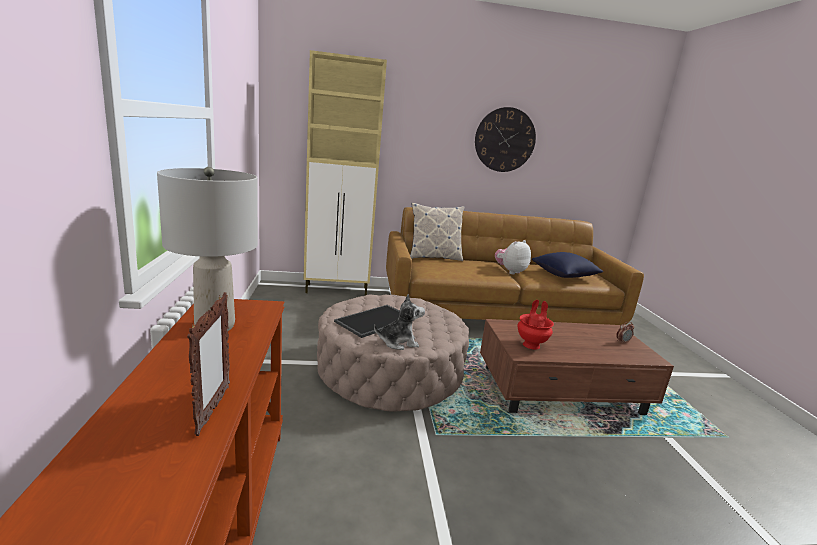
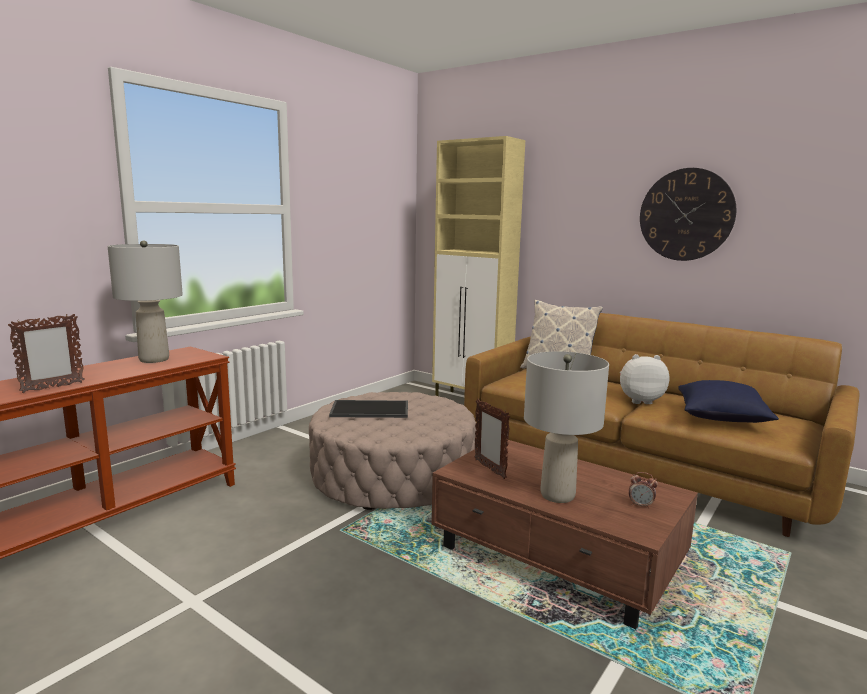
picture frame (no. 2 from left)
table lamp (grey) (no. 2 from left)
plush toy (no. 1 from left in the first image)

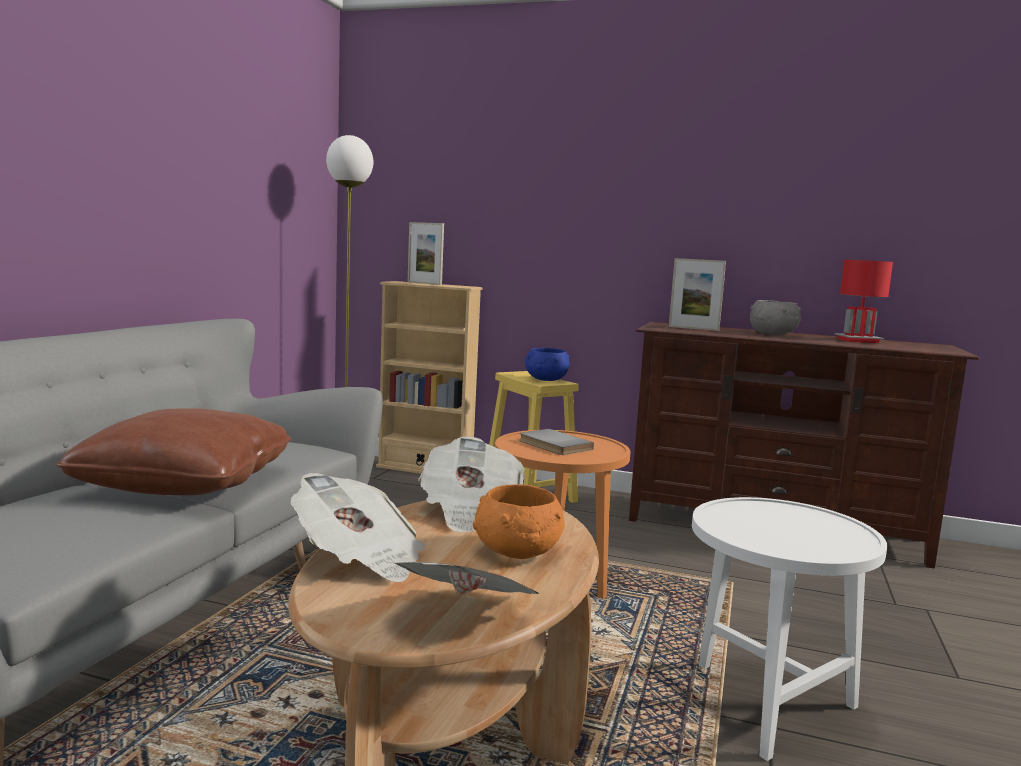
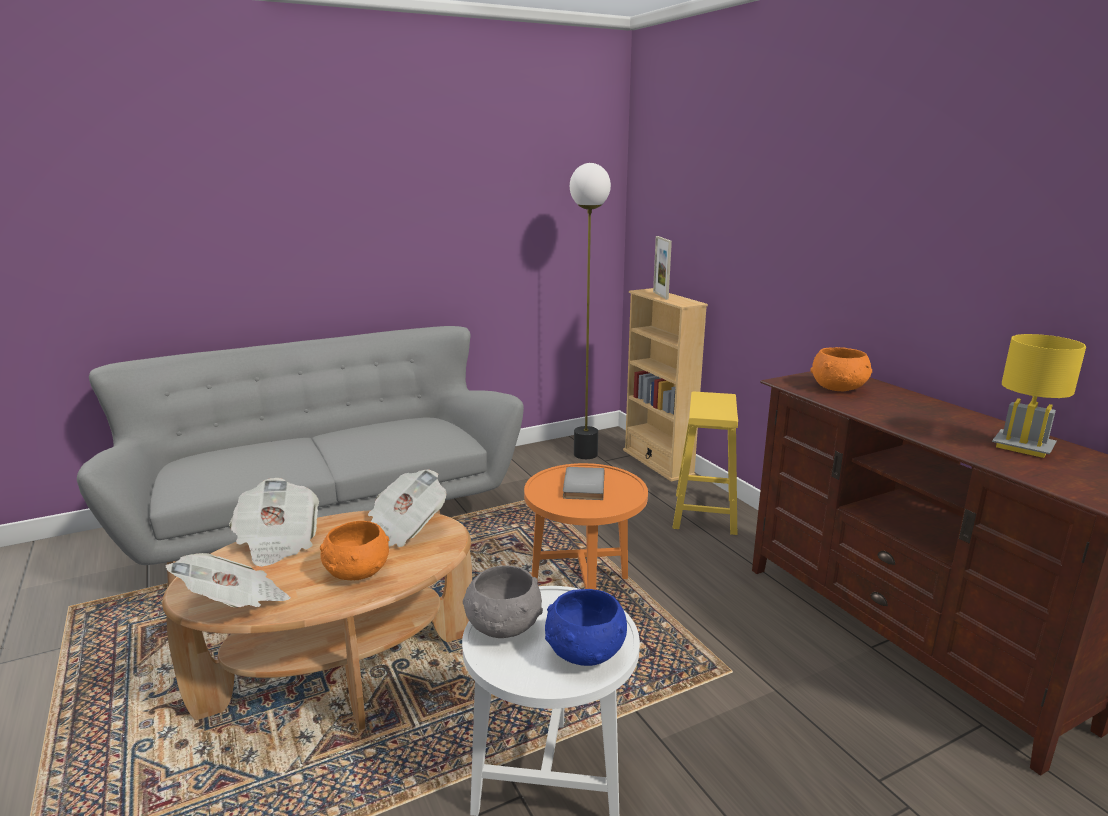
bowl (grey)
bowl (blue)
bowl (orange) (no. 2 from left)
table lamp (yellow)
pillow (brown)

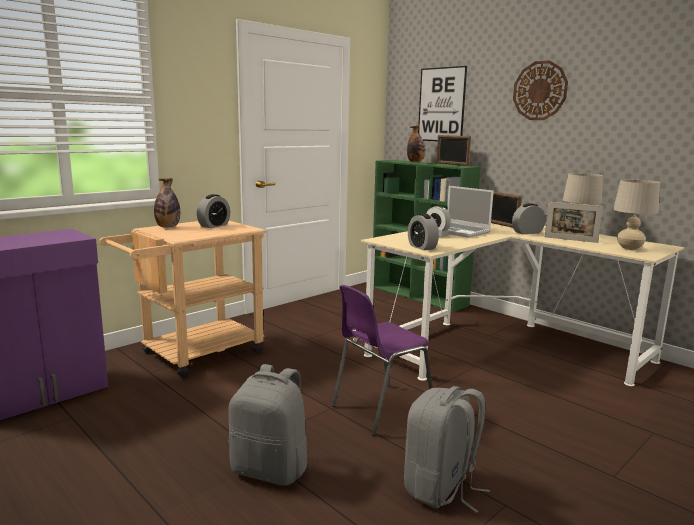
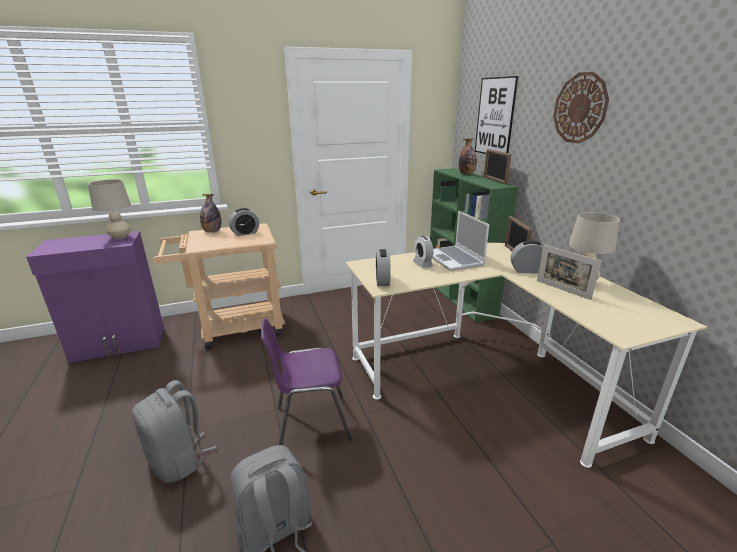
table lamp (beige) (no. 1 from left)

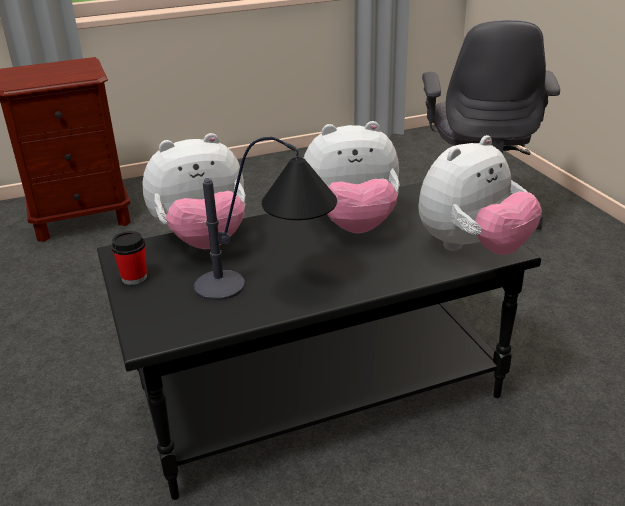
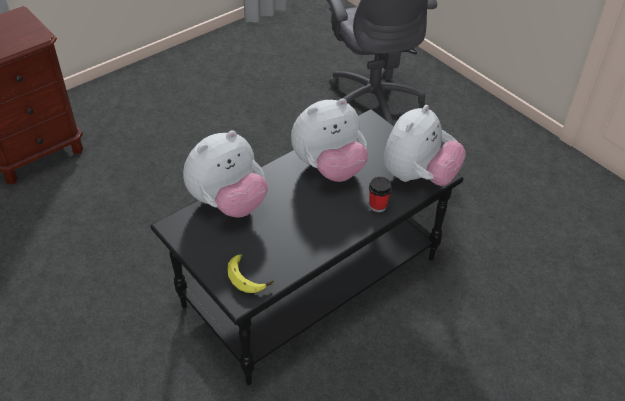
banana
cup
table lamp

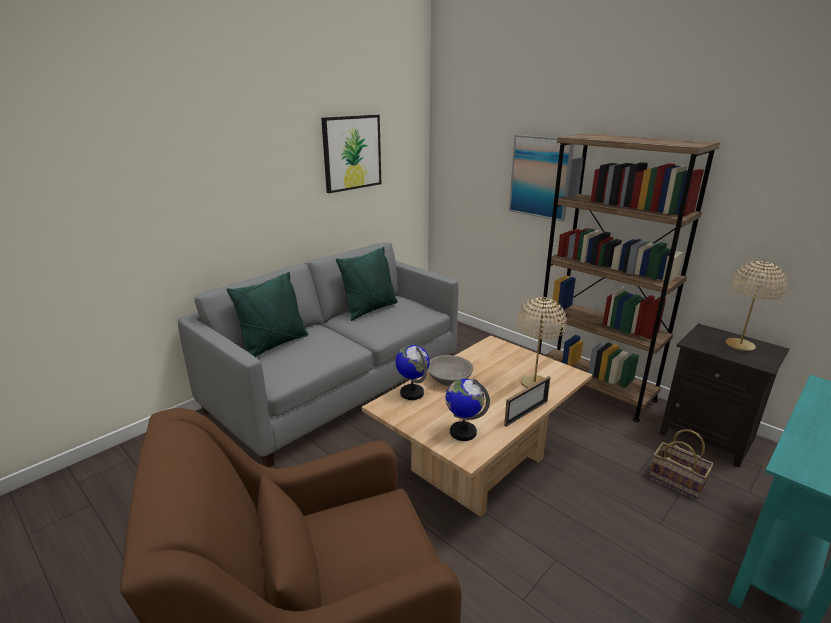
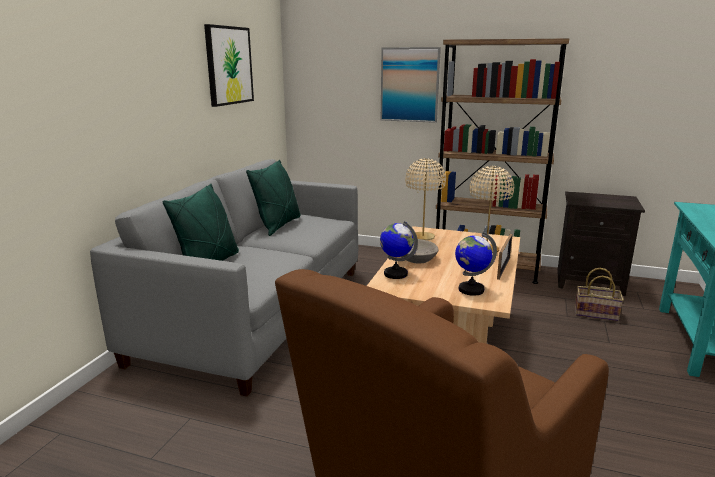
table lamp (beige) (no. 1 from left)

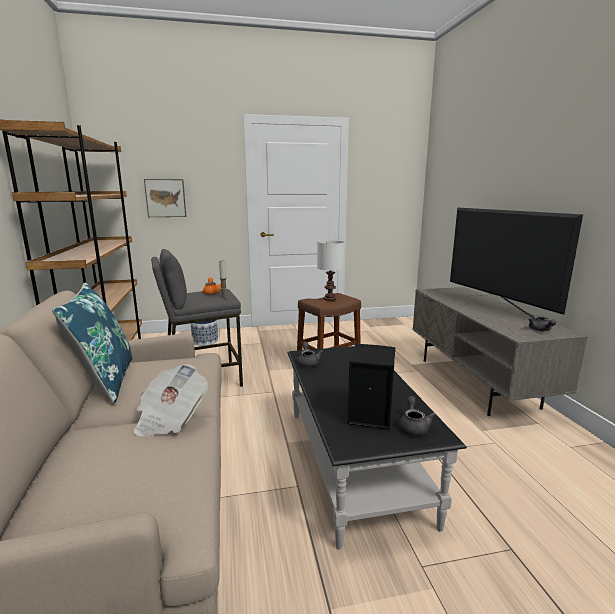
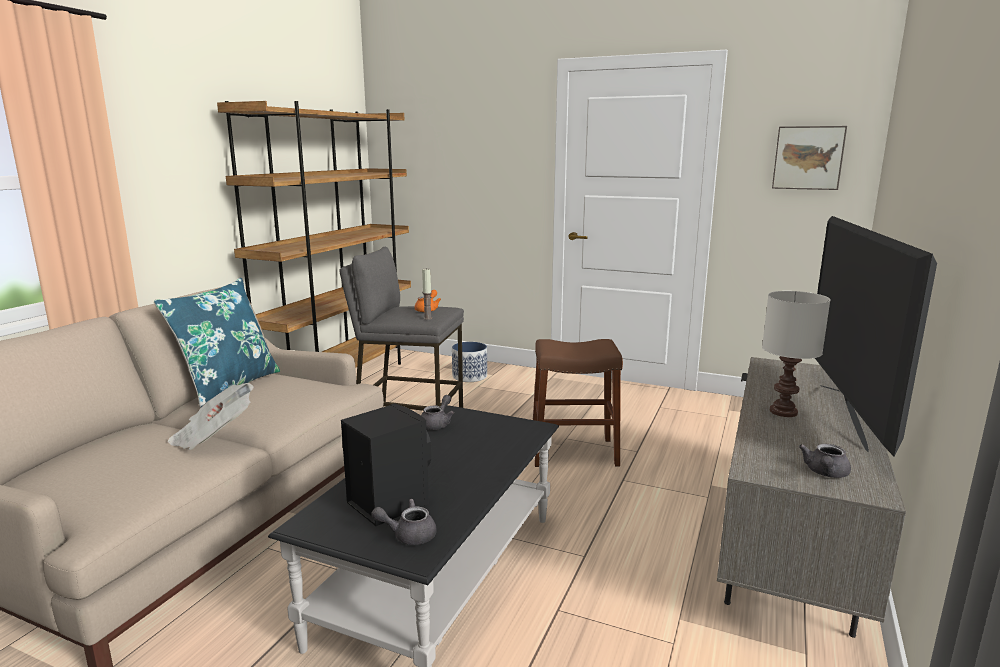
teapot (grey) (no. 1 from left)
table lamp (white)
picture

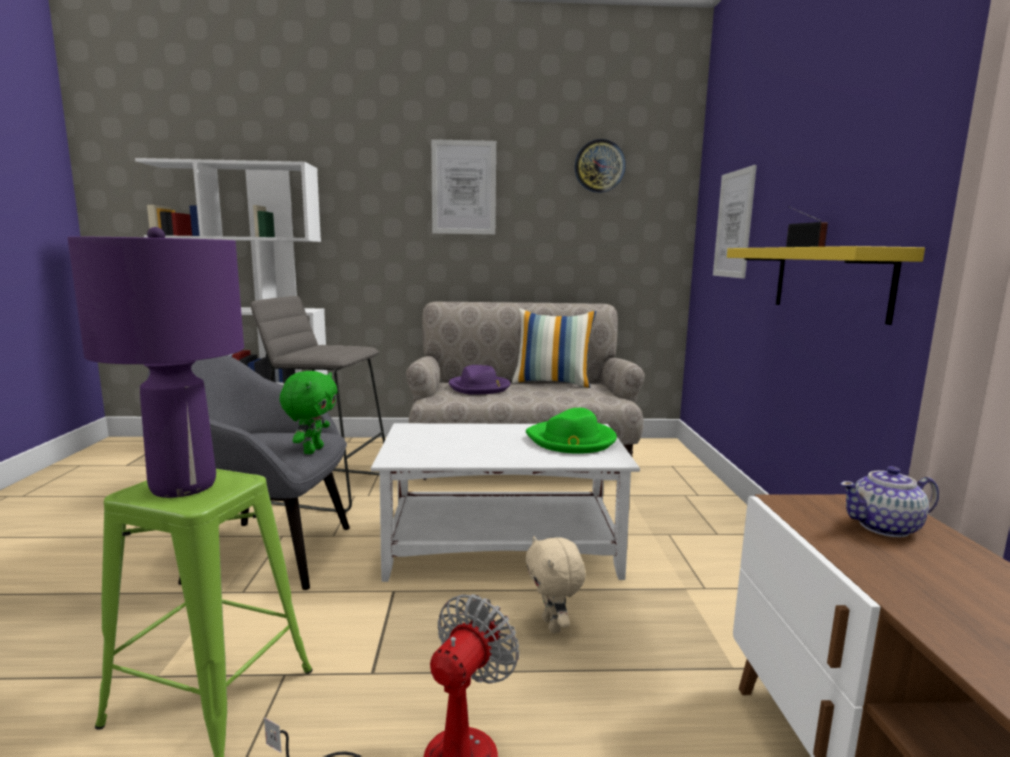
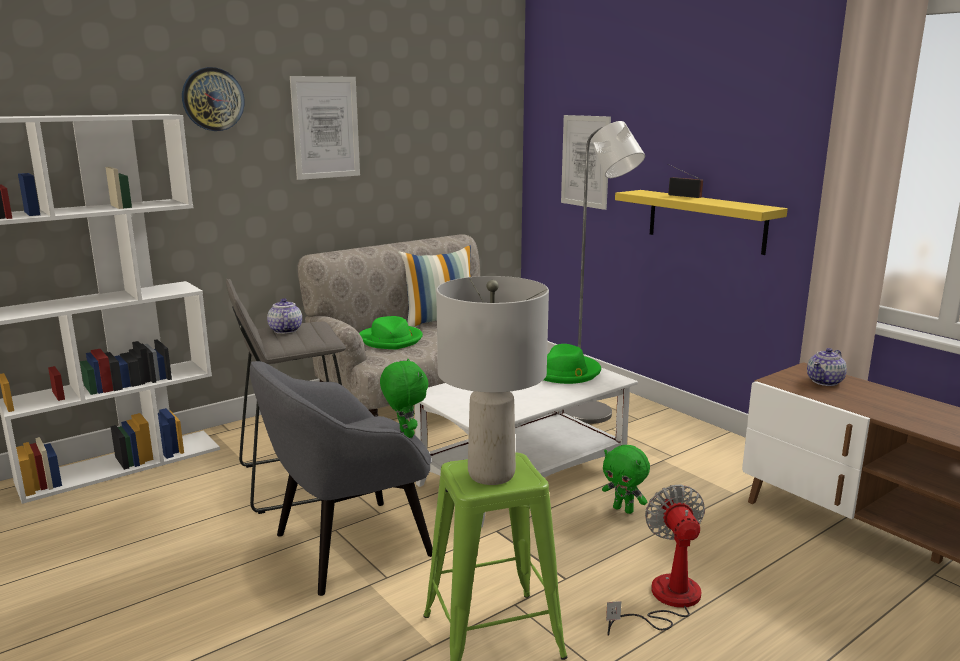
wall clock
teapot (no. 1 from left)
hat (green) (no. 1 from left)
table lamp (grey)
floor lamp (grey)
plush toy (green) (no. 2 from left)

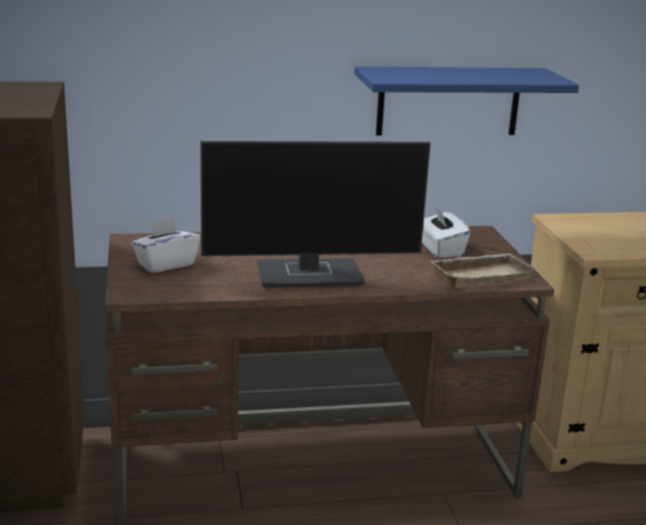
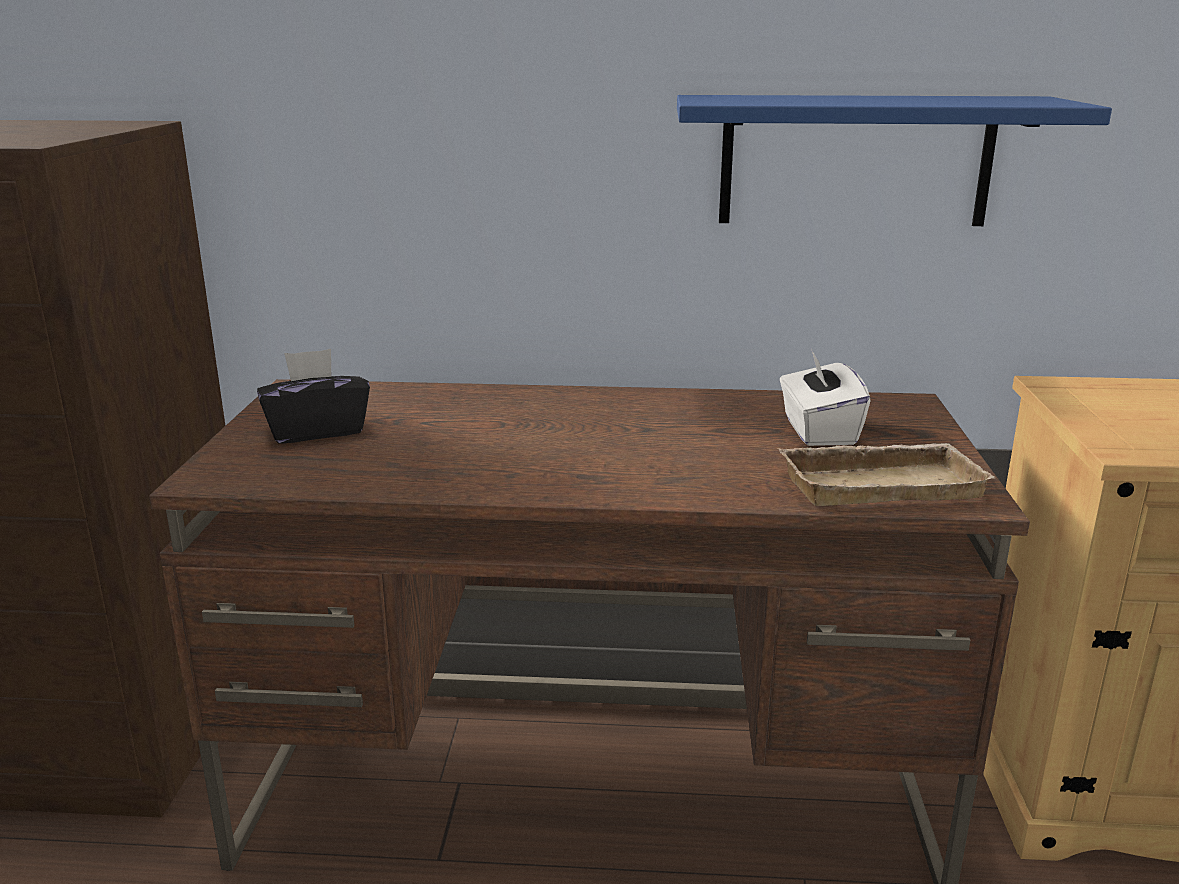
tissue box (black)
monitor

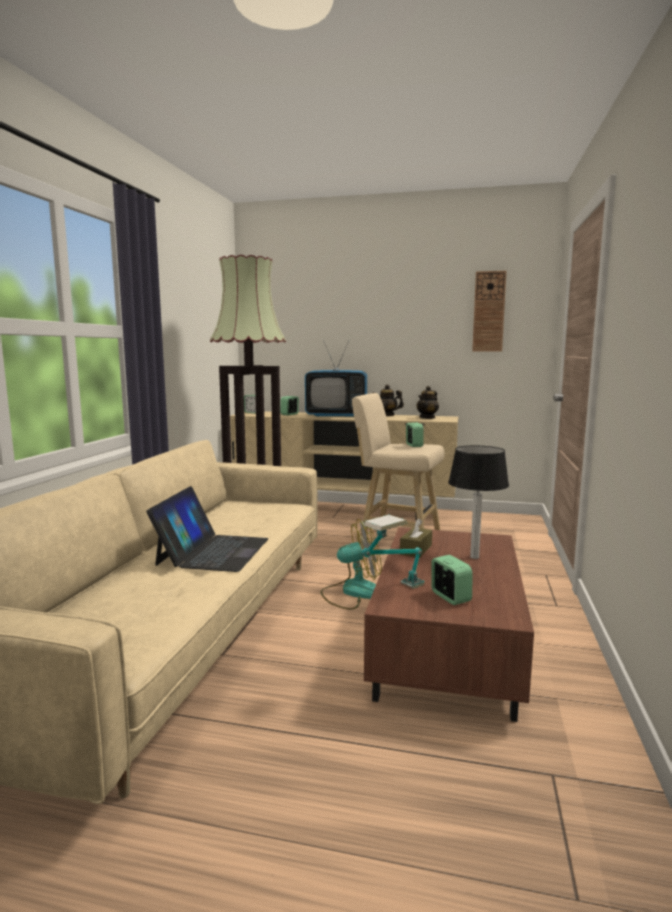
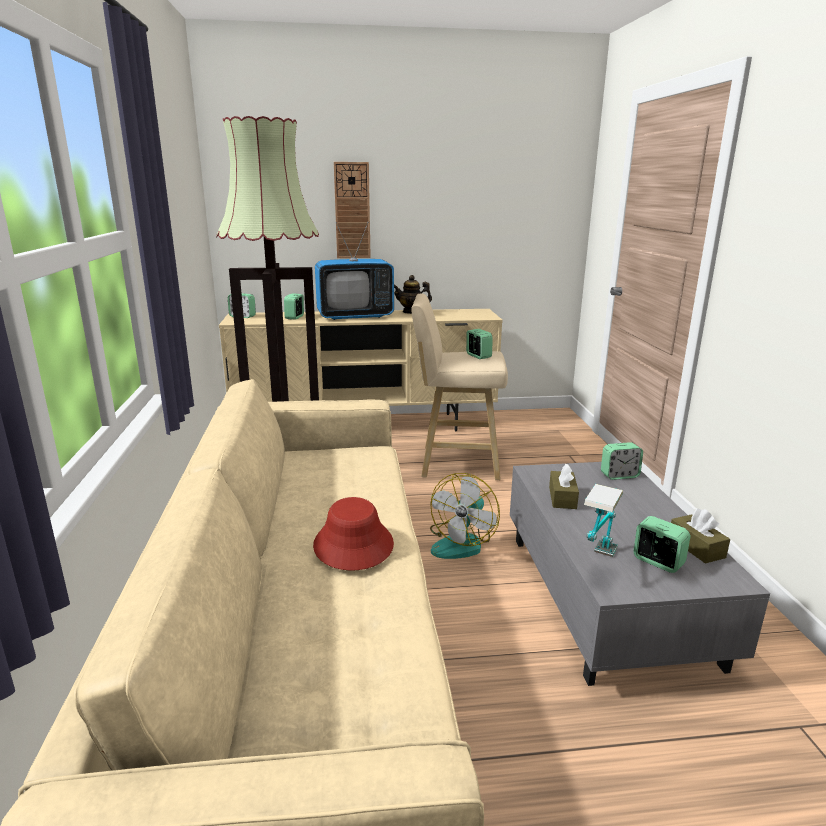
hat (red)
wall clock
fan
coffee table (grey)
alarm clock (no. 4 from left)
tissue box (brown) (no. 2 from left)
teapot (no. 2 from left in the first image)
table lamp (no. 2 from left in the first image)

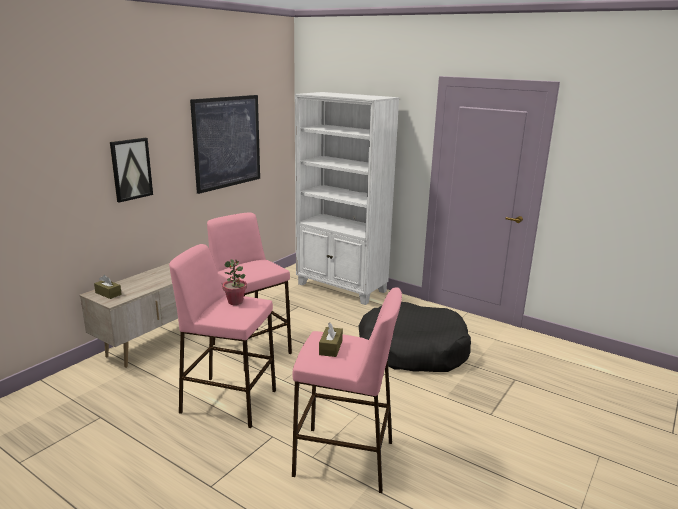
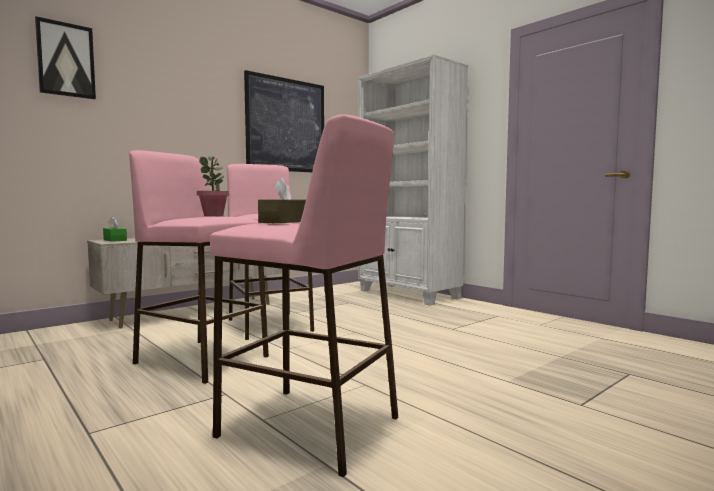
picture (no. 1 from left)
tissue box (green)
dog bed (black)

